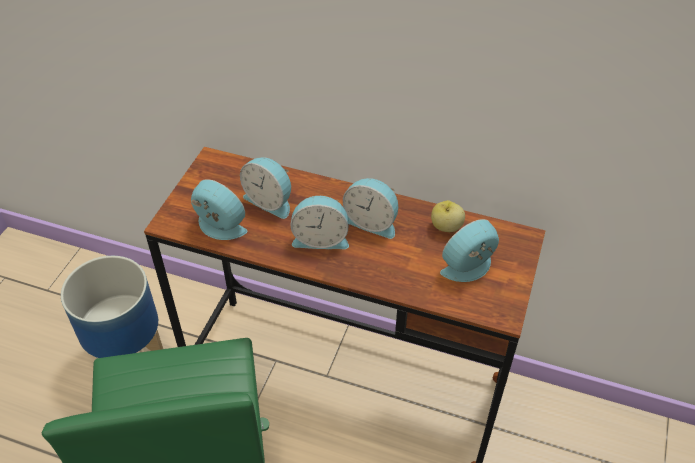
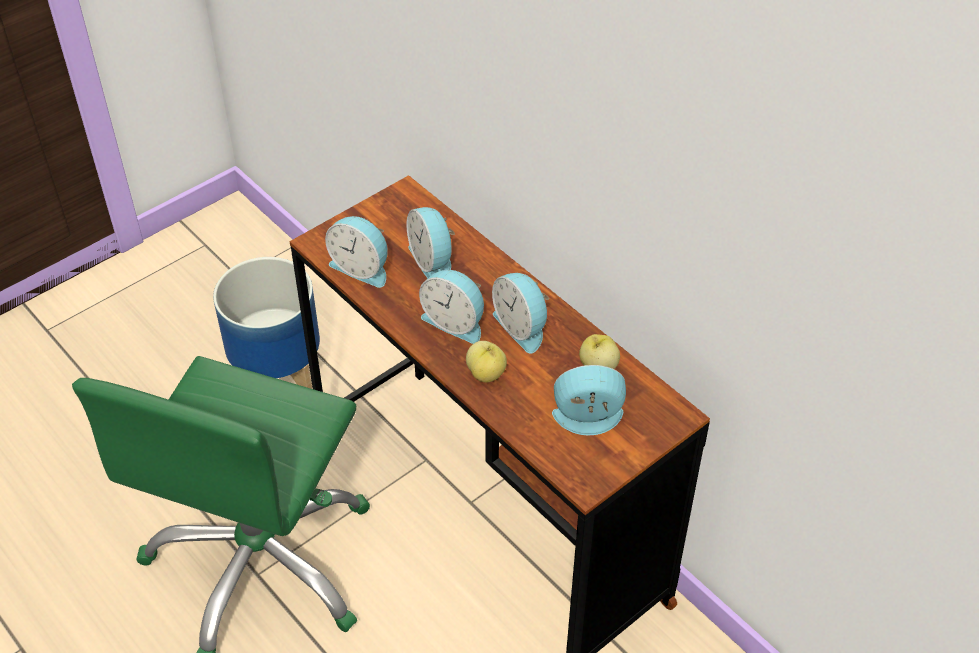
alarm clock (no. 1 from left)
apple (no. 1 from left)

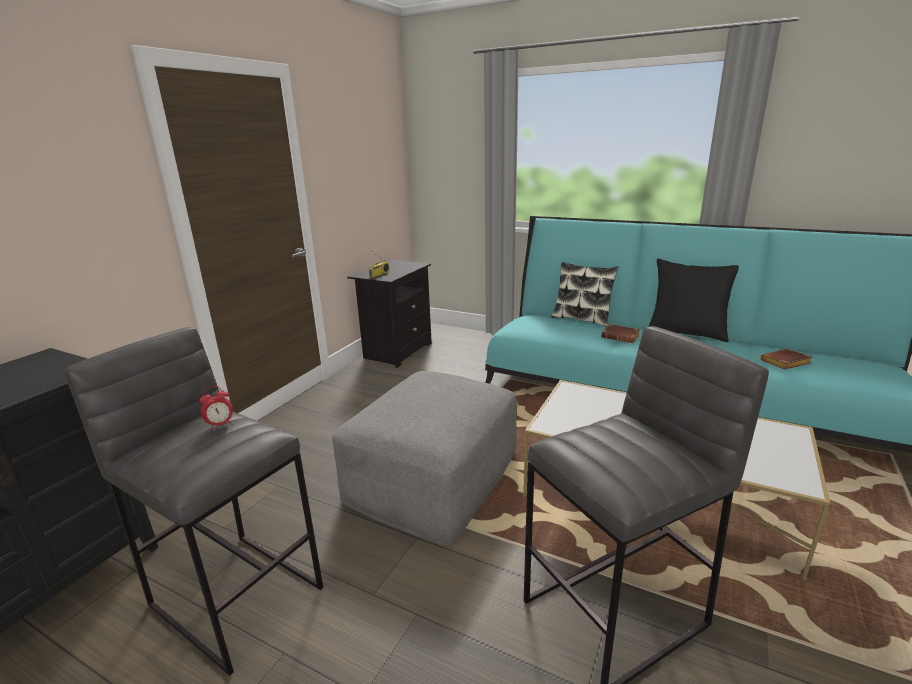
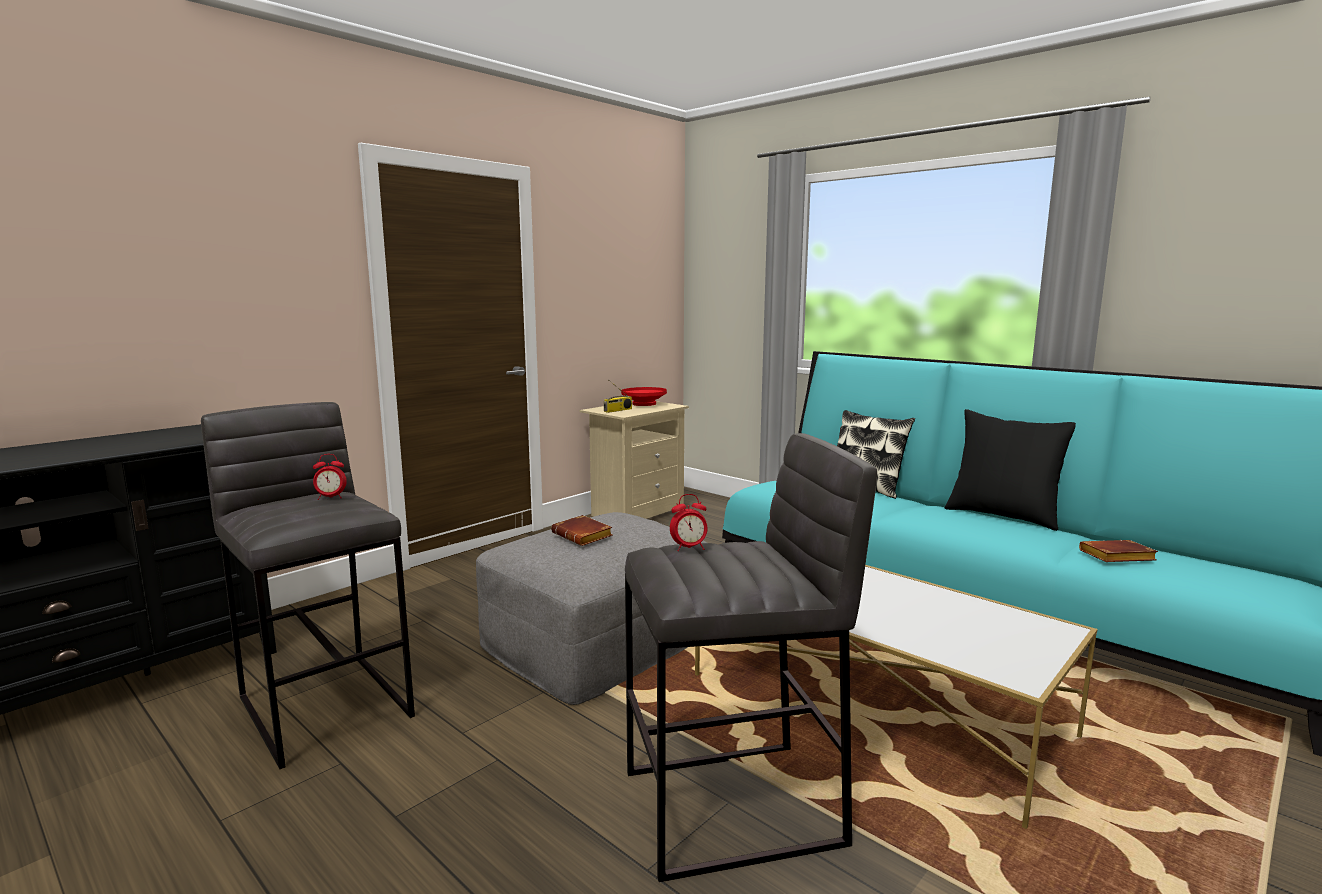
book (brown) (no. 1 from left)
nightstand (beige)
bowl (red)
alarm clock (no. 2 from left)

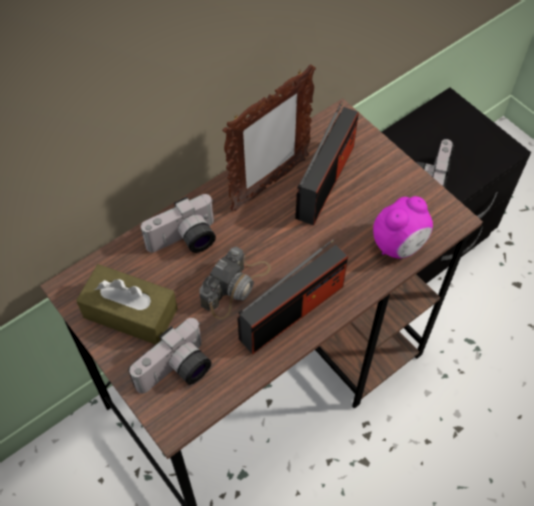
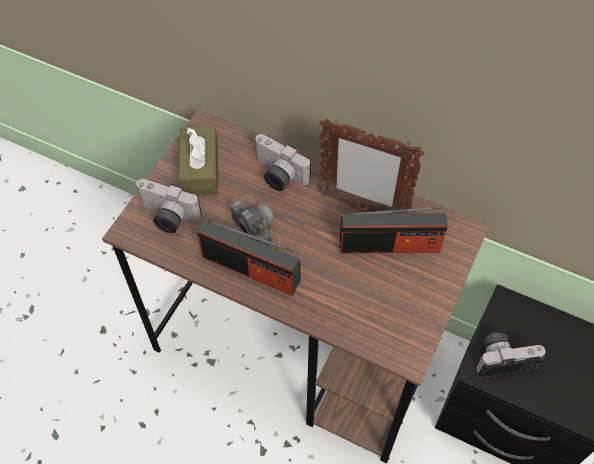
photo camera (no. 2 from left)
alarm clock

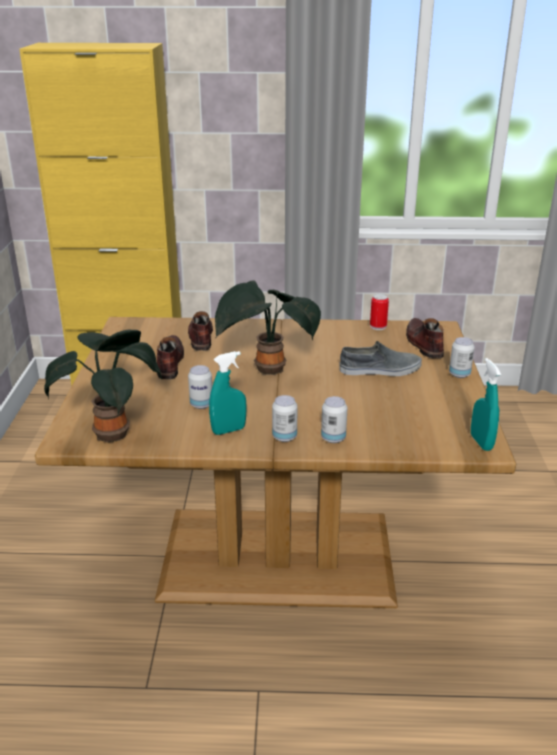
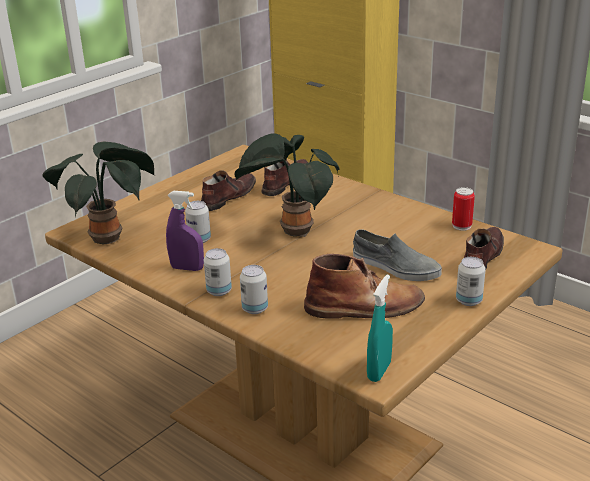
spray bottle (purple)
boot (brown)

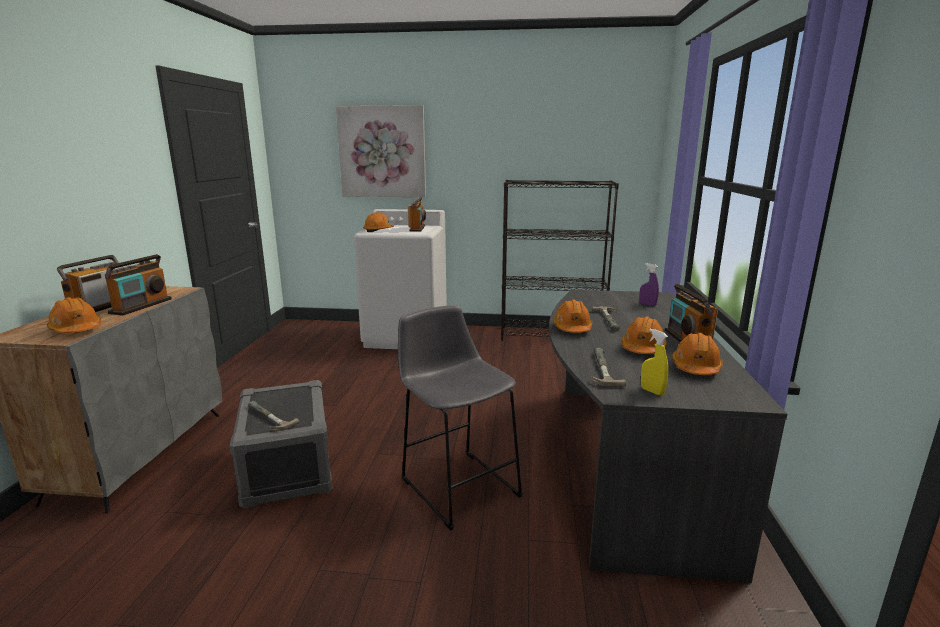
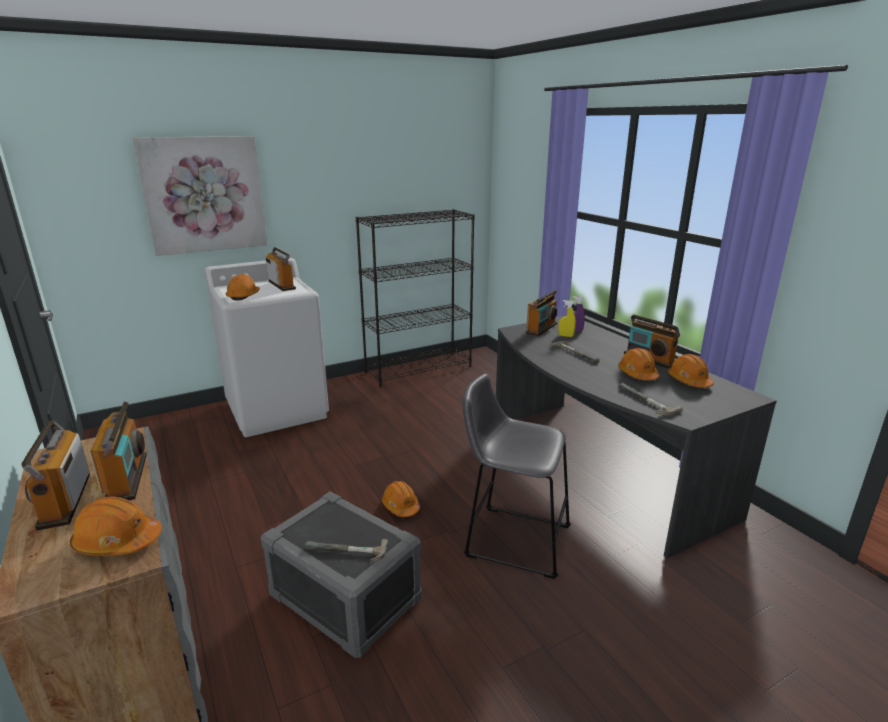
hard hat (orange) (no. 3 from left)
radio (no. 4 from left)
spray bottle (yellow)

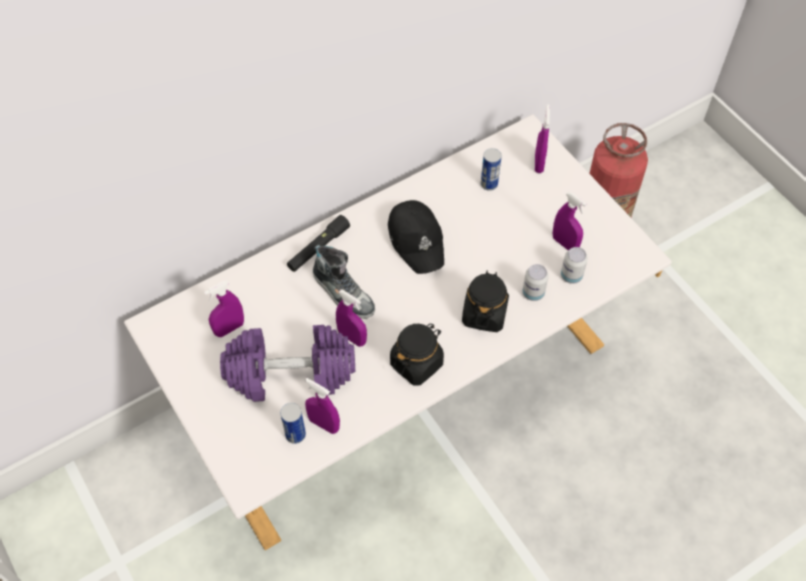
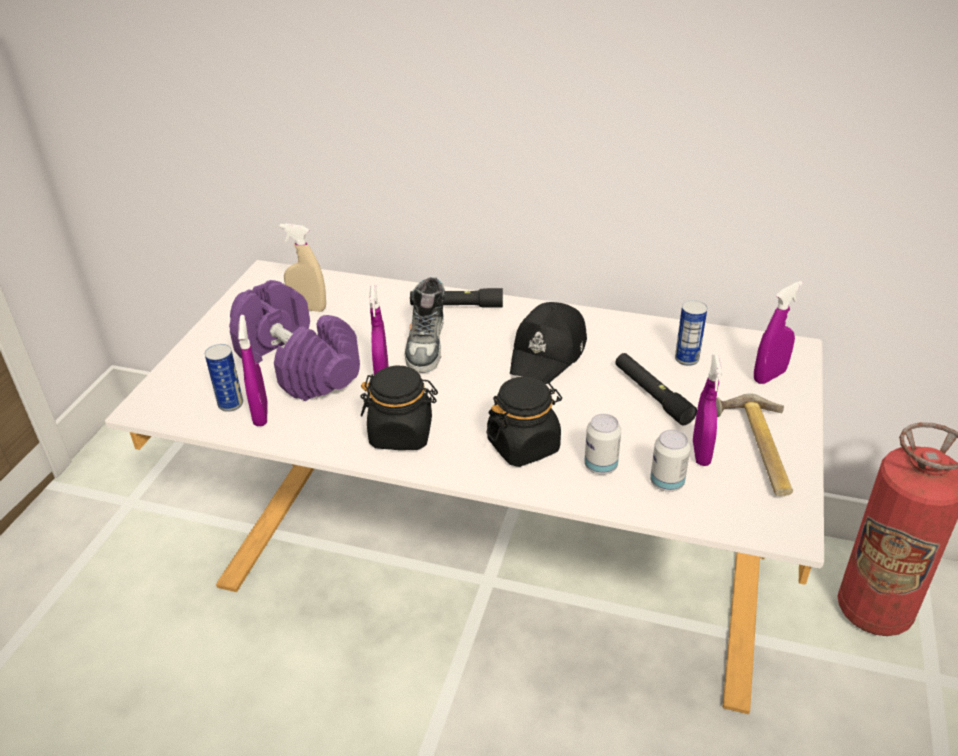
spray bottle (beige)
flashlight (black) (no. 2 from left)
hammer

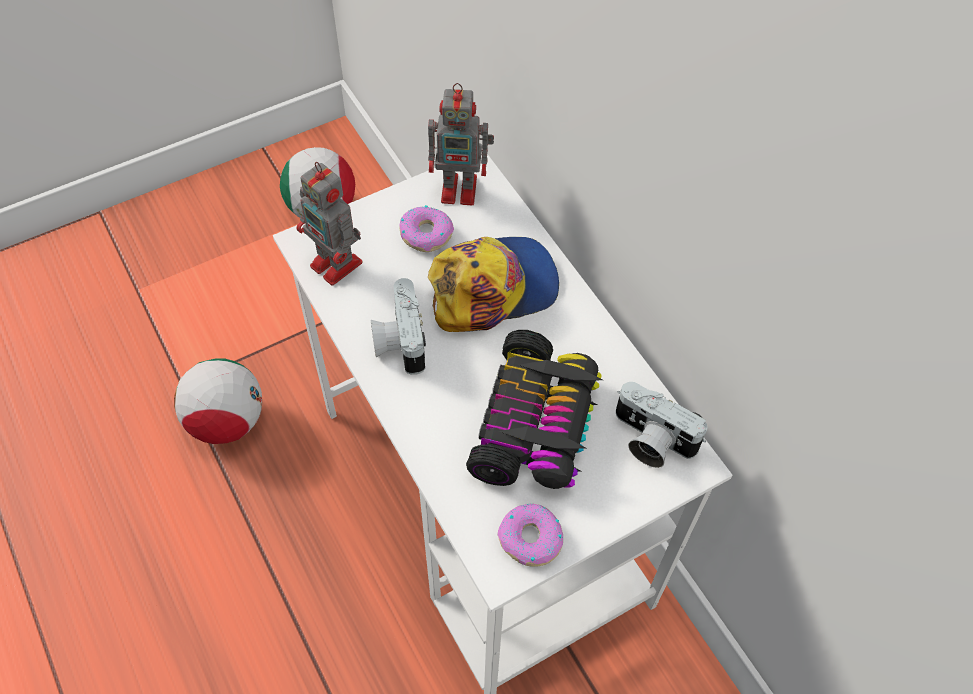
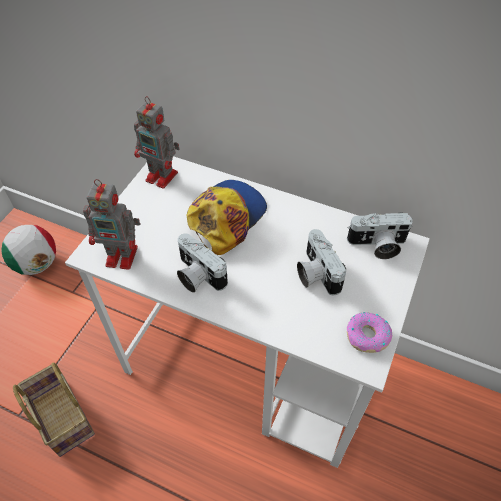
basket
toy robot (no. 2 from left)
photo camera (no. 2 from left)
donut (no. 1 from left in the first image)

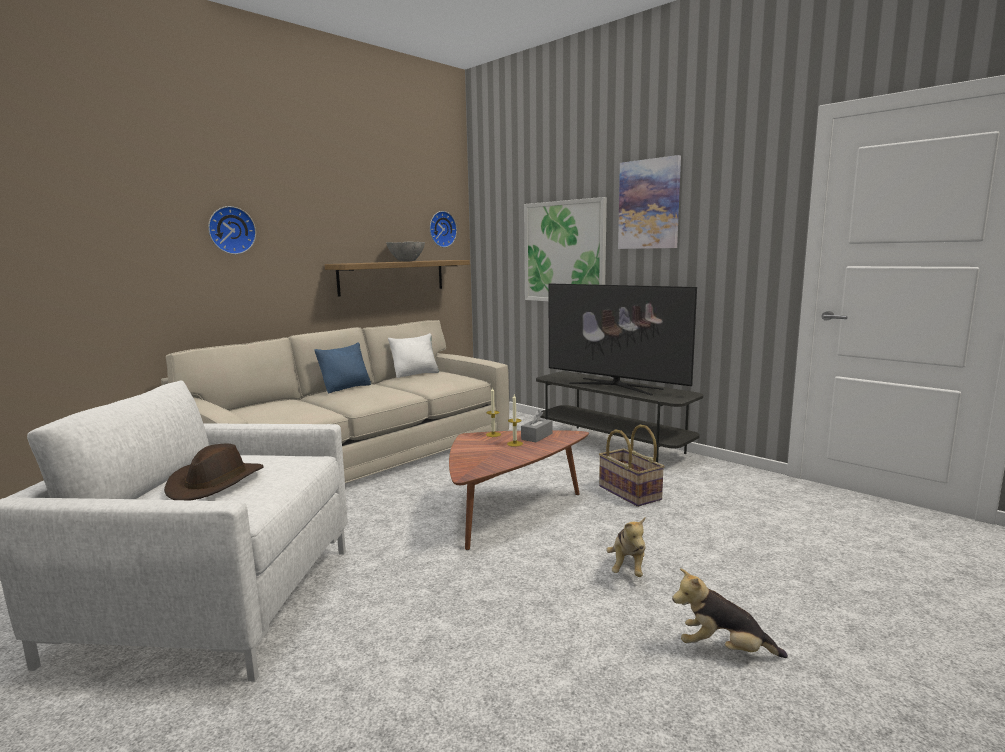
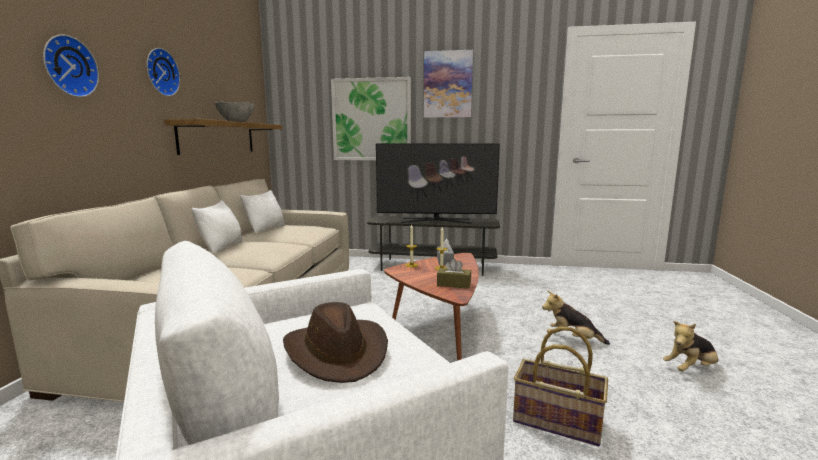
wall clock (no. 2 from left)
pillow (white) (no. 1 from left)
tissue box (brown)
basket
plush toy (no. 1 from left)

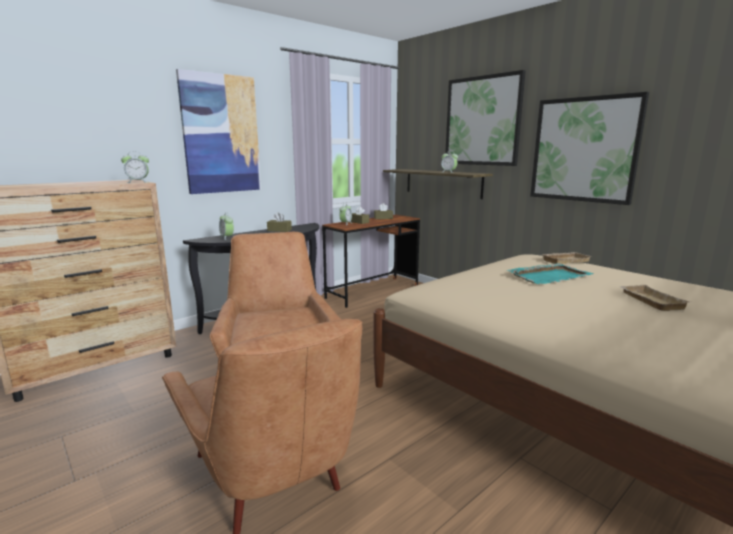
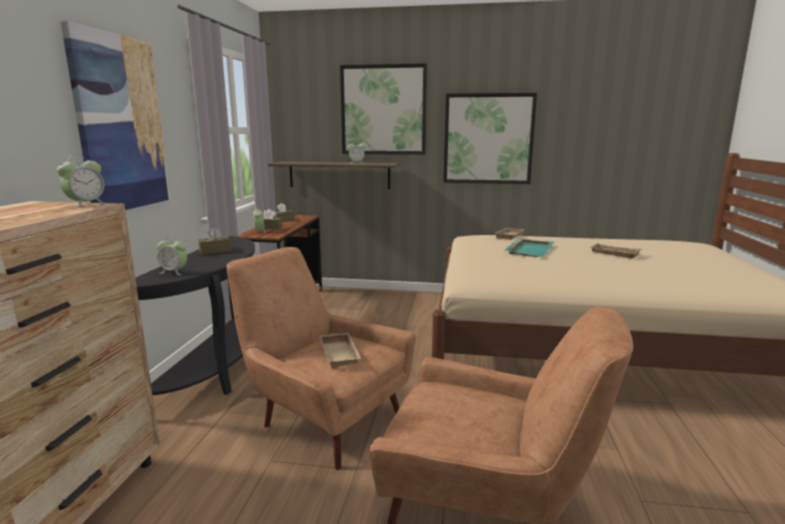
tray (beige) (no. 1 from left)

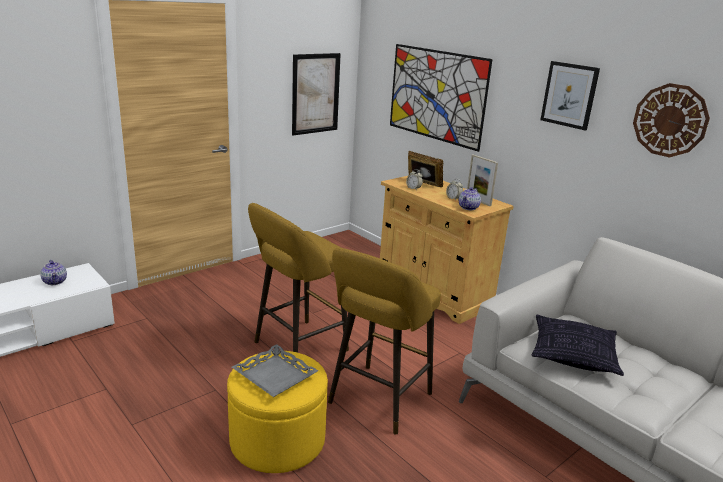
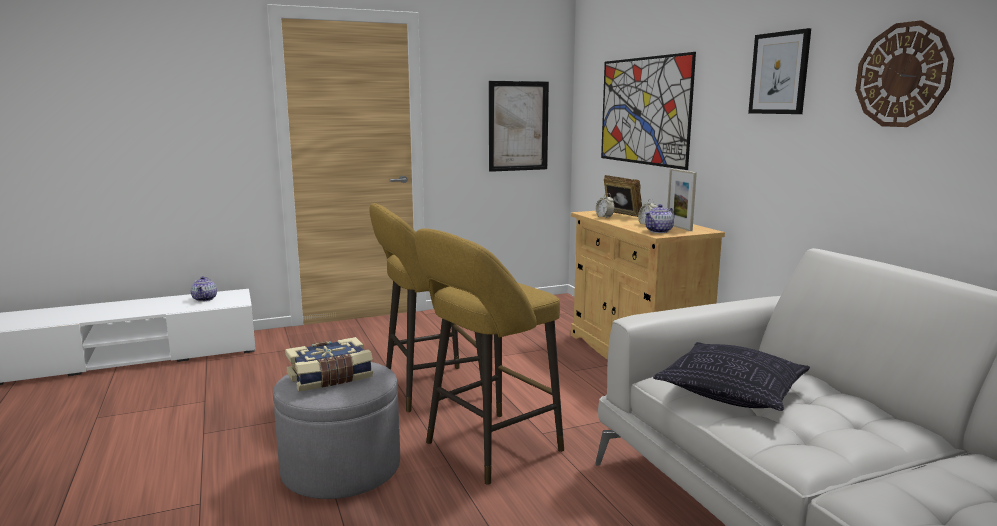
ottoman (grey)
book

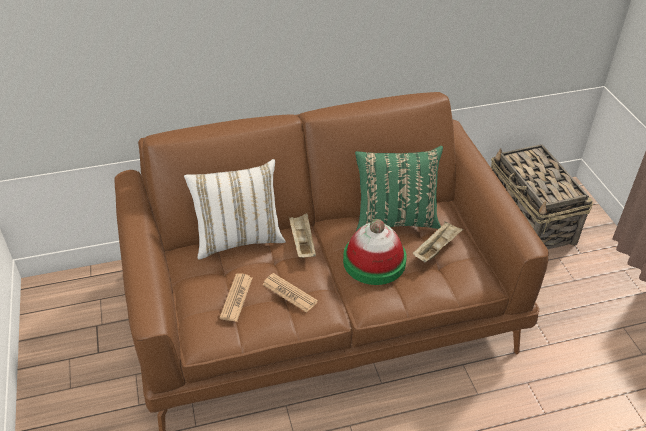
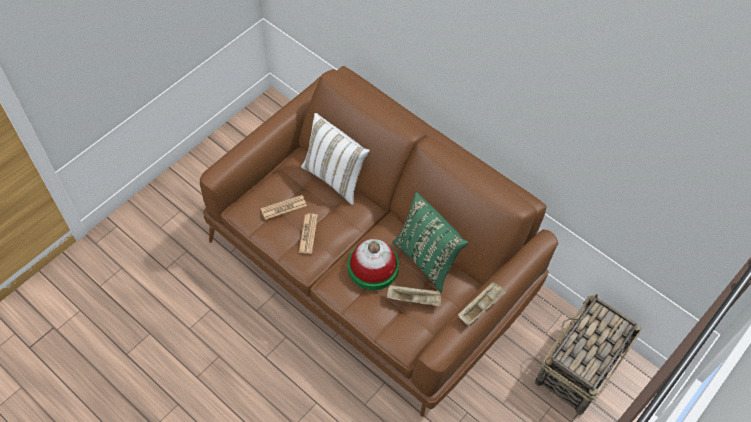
tray (beige) (no. 2 from left)

